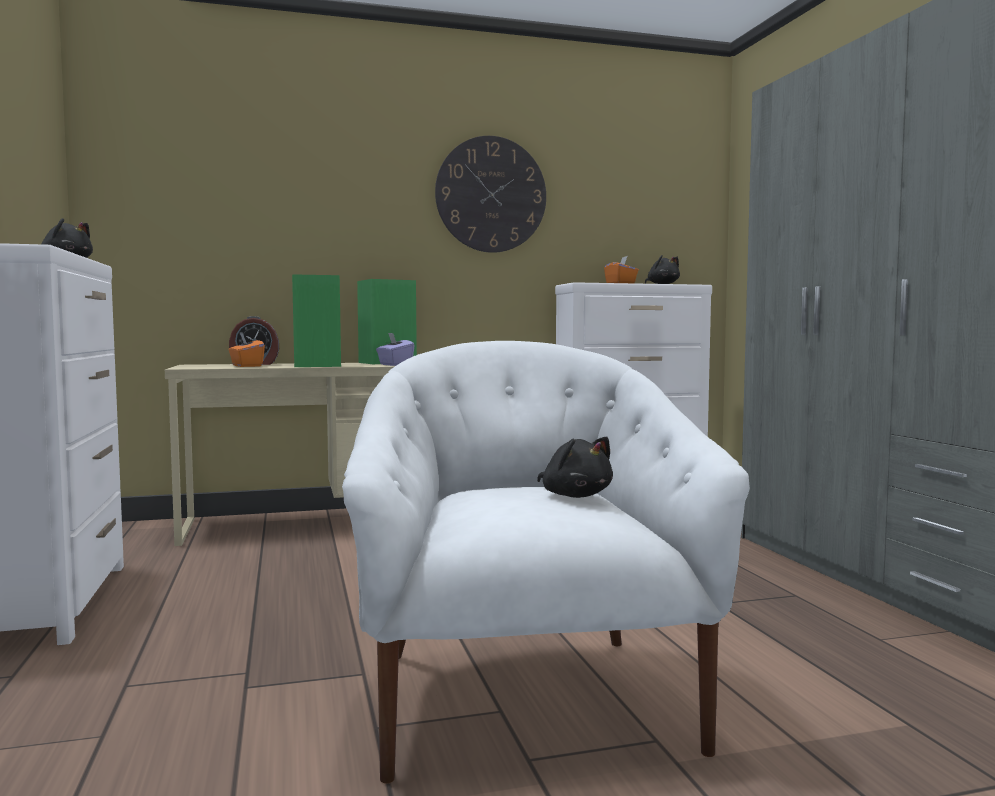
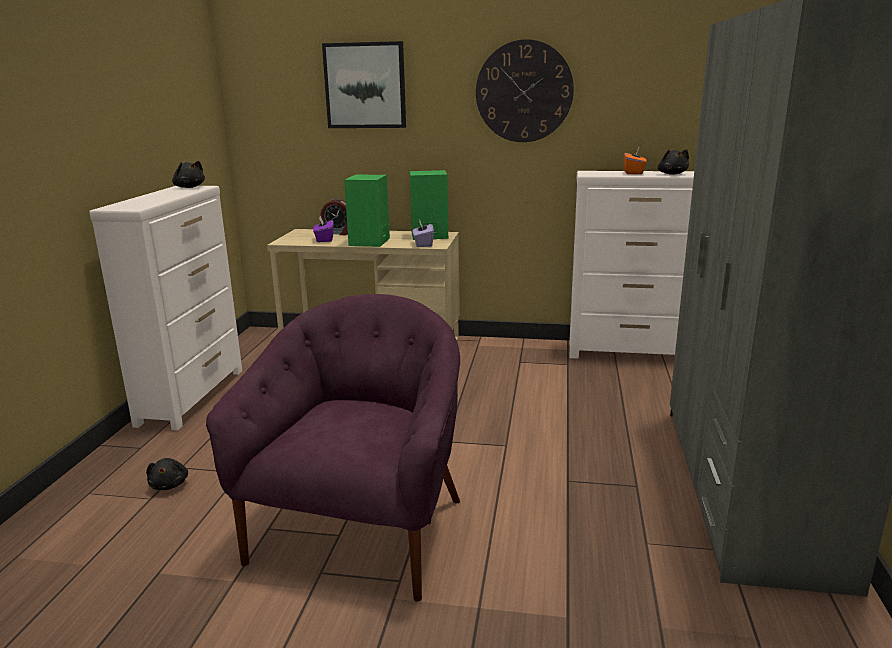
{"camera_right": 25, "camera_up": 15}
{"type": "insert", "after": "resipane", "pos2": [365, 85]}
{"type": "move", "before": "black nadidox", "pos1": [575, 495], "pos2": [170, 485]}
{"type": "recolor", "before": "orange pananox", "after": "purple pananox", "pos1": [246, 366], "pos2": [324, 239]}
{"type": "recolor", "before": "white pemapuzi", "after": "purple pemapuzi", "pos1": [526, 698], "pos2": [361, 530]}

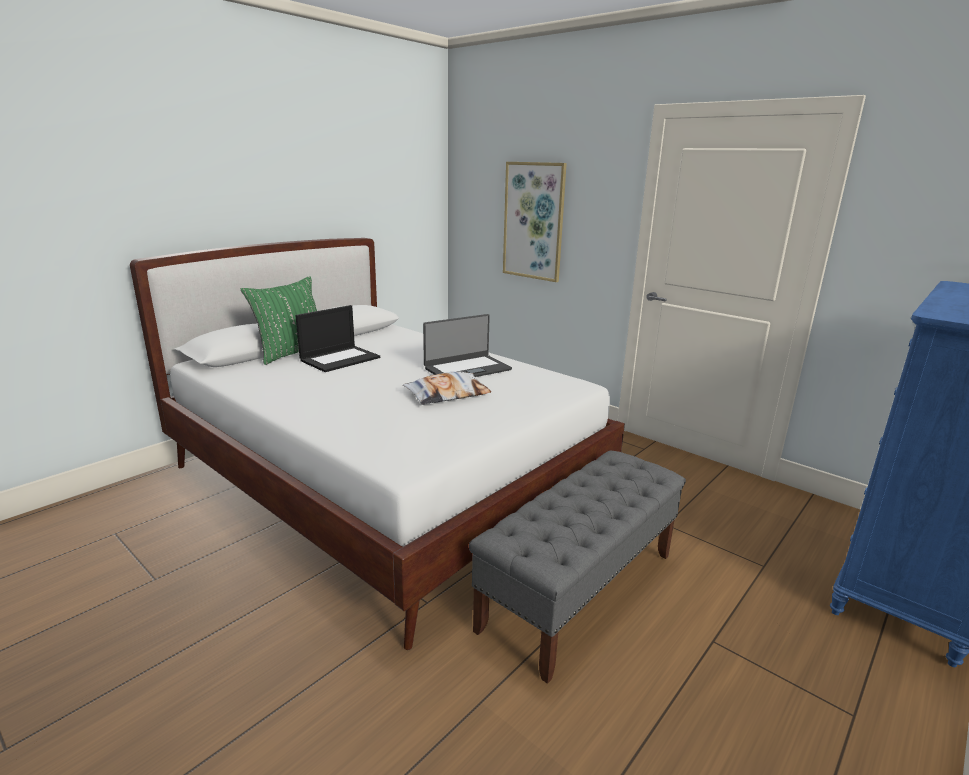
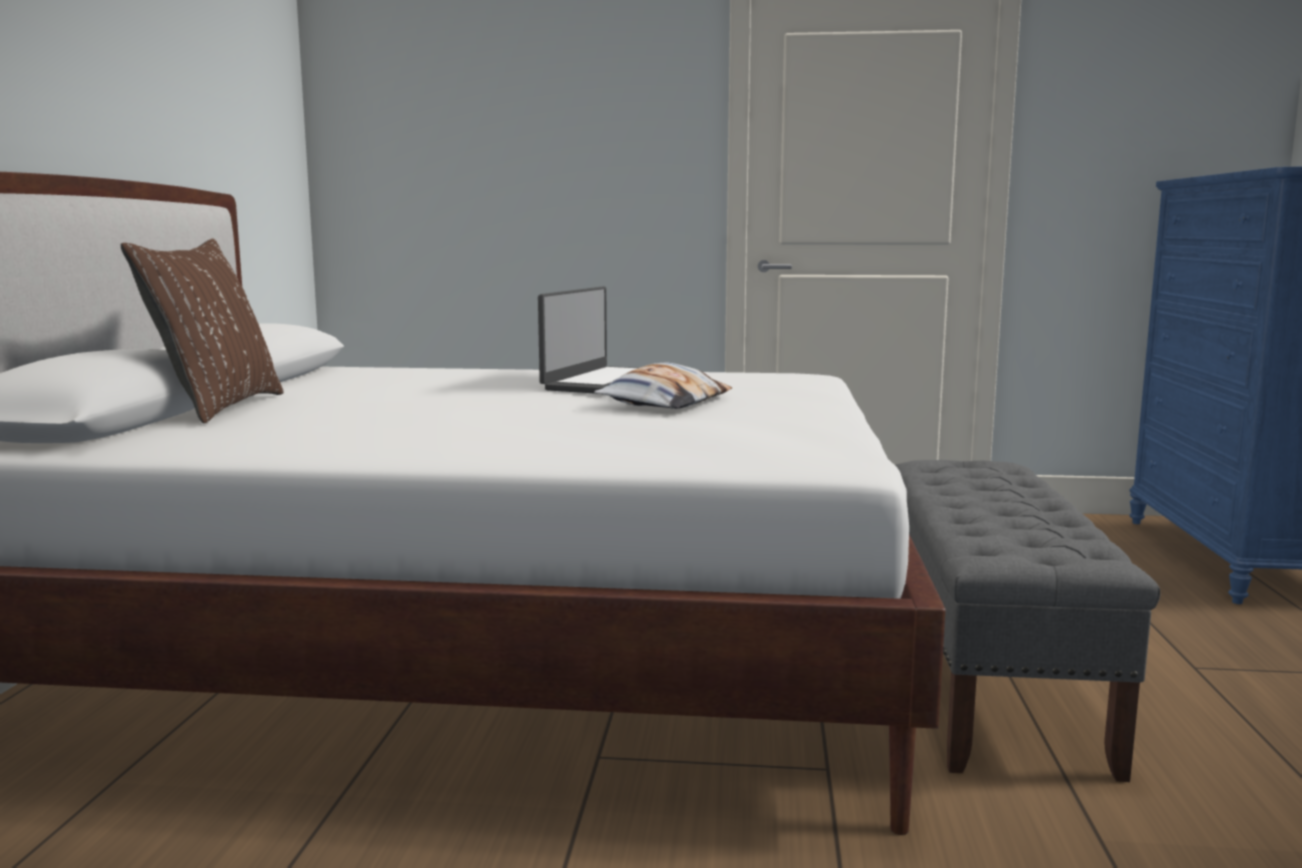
{"camera_right": -35, "camera_up": -10}
{"type": "delete", "before": "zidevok", "pos1": [340, 359]}
{"type": "delete", "before": "resipane", "pos1": [534, 221]}
{"type": "recolor", "before": "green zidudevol", "after": "brown zidudevol", "pos1": [292, 353], "pos2": [216, 408]}

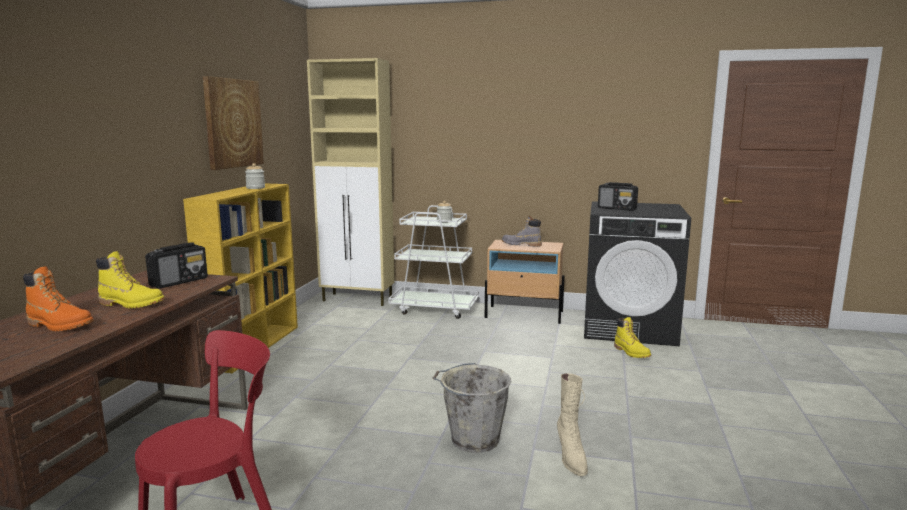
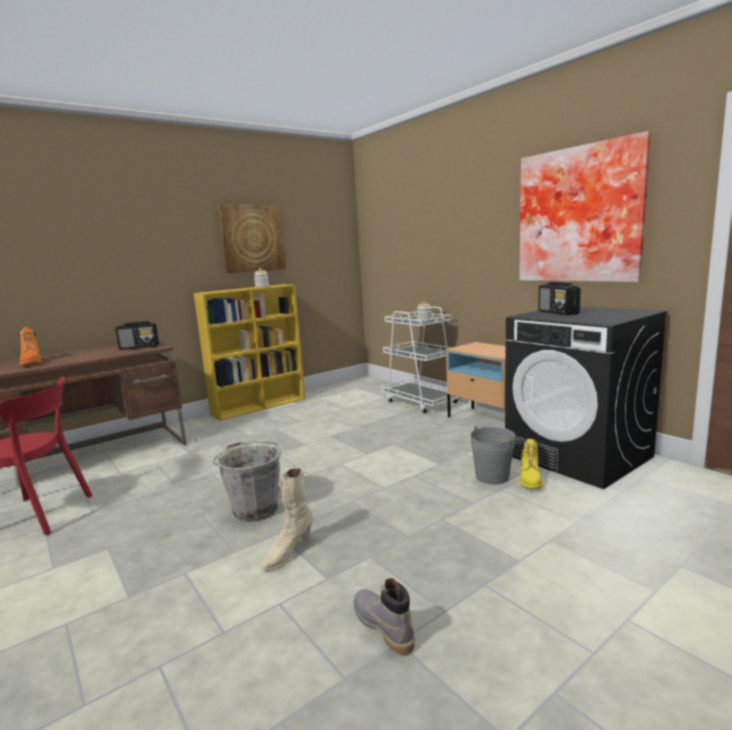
{"camera_right": 40, "camera_up": 0}
{"type": "delete", "before": "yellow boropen", "pos1": [131, 304]}
{"type": "delete", "before": "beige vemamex", "pos1": [358, 299]}
{"type": "insert", "after": "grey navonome", "pos2": [492, 476]}
{"type": "insert", "after": "resipane", "pos2": [580, 215]}
{"type": "move", "before": "grey boropen", "pos1": [521, 245], "pos2": [383, 626]}

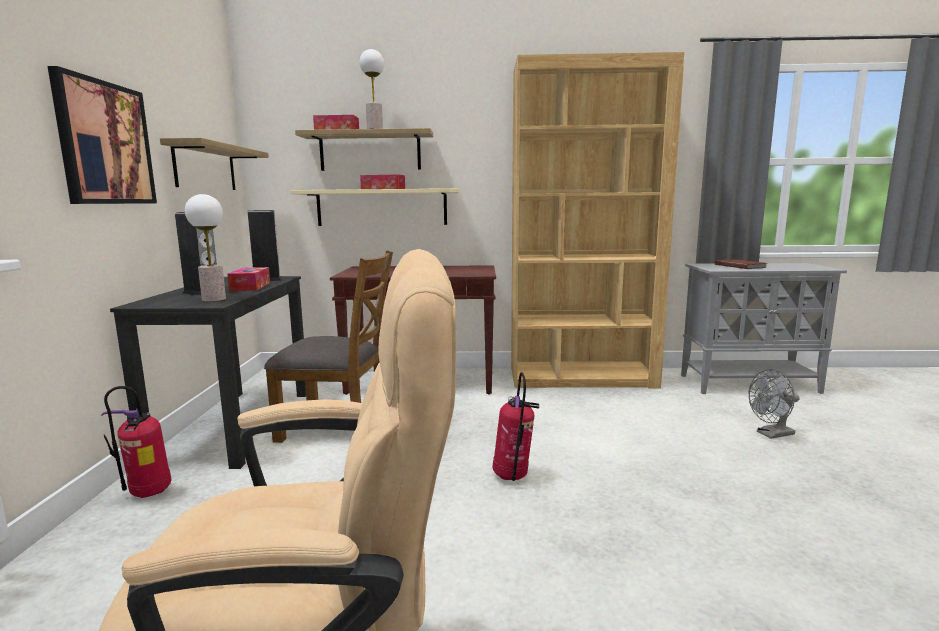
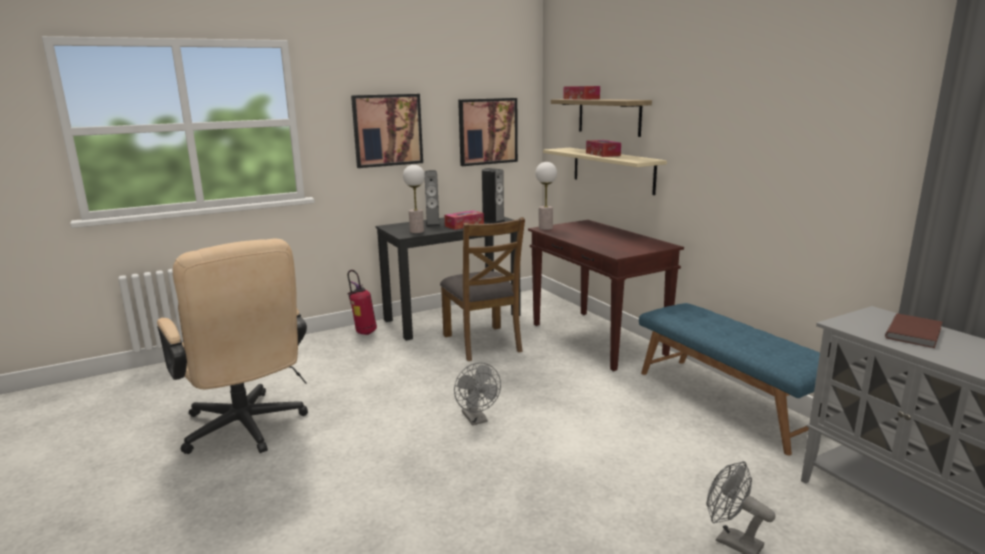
{"camera_right": 60, "camera_up": 5}
{"type": "move", "before": "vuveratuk", "pos1": [374, 130], "pos2": [545, 228]}
{"type": "replace", "before": "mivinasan", "after": "resipane", "pos1": [205, 167], "pos2": [487, 131]}
{"type": "replace", "before": "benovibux", "after": "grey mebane", "pos1": [513, 477], "pos2": [477, 419]}
{"type": "replace", "before": "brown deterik", "after": "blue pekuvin", "pos1": [582, 378], "pos2": [728, 401]}

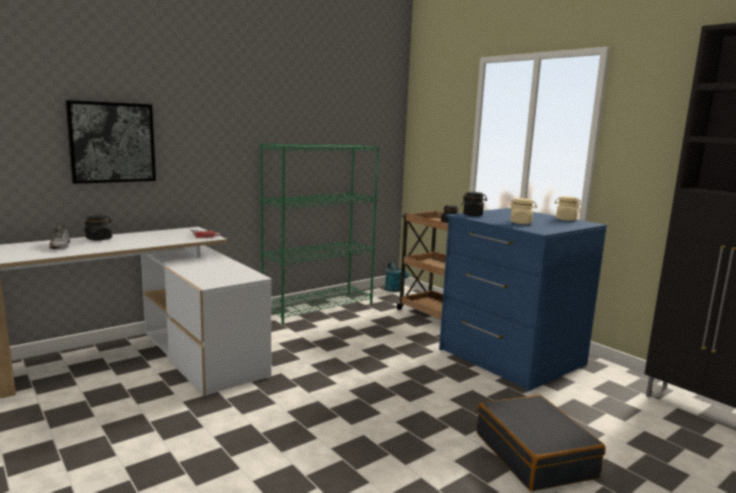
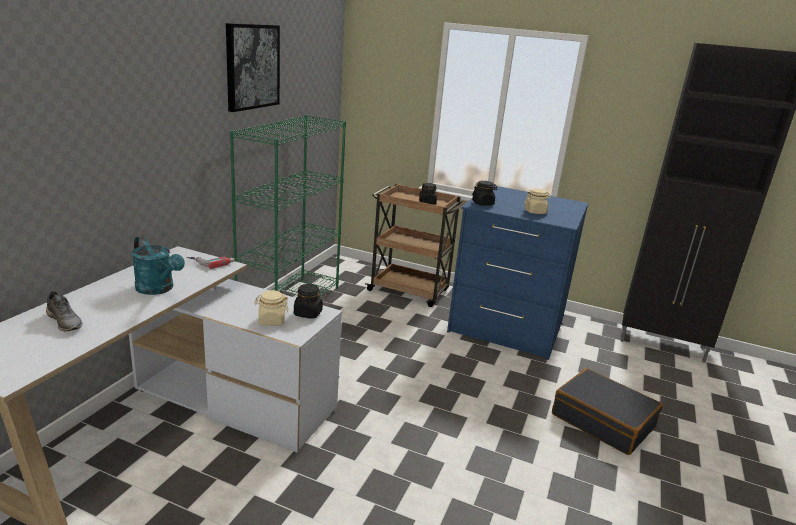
{"camera_right": -30, "camera_up": 10}
{"type": "move", "before": "resipane", "pos1": [112, 142], "pos2": [252, 66]}
{"type": "move", "before": "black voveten", "pos1": [99, 239], "pos2": [308, 313]}
{"type": "move", "before": "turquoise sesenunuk", "pos1": [395, 290], "pos2": [158, 289]}
{"type": "move", "before": "beige voveten", "pos1": [565, 219], "pos2": [271, 321]}

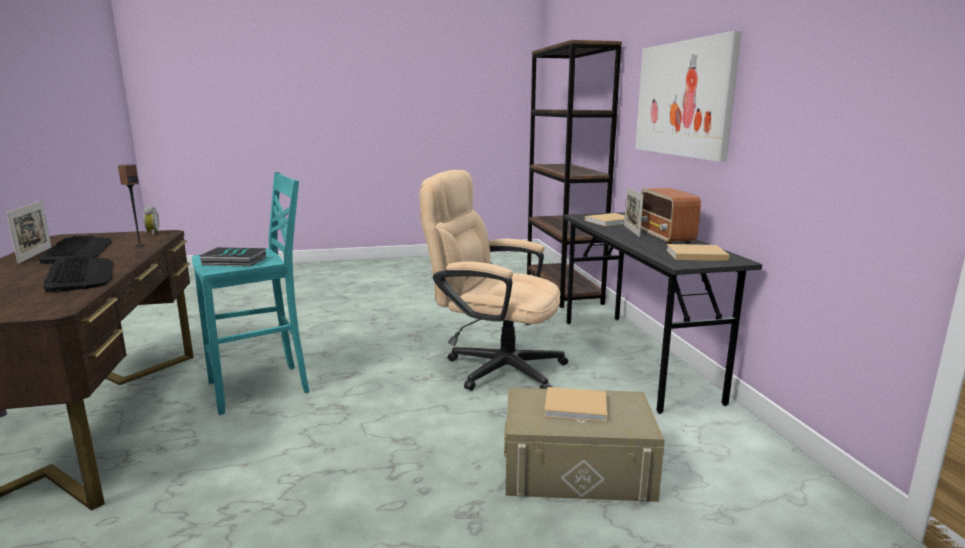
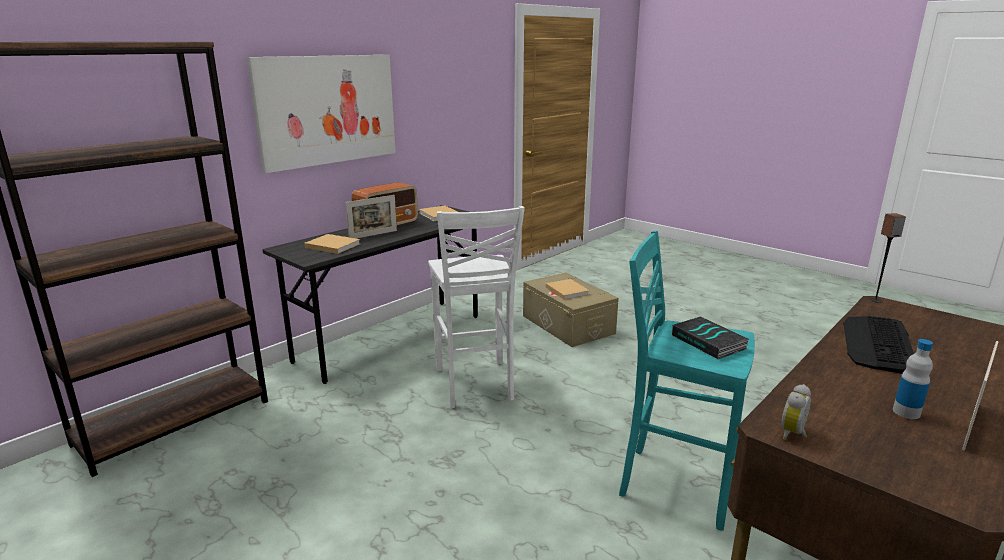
{"camera_right": -125, "camera_up": 5}
{"type": "move", "before": "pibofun", "pos1": [139, 246], "pos2": [875, 300]}
{"type": "replace", "before": "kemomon", "after": "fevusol", "pos1": [78, 251], "pos2": [906, 412]}
{"type": "replace", "before": "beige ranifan", "after": "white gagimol", "pos1": [494, 367], "pos2": [475, 385]}

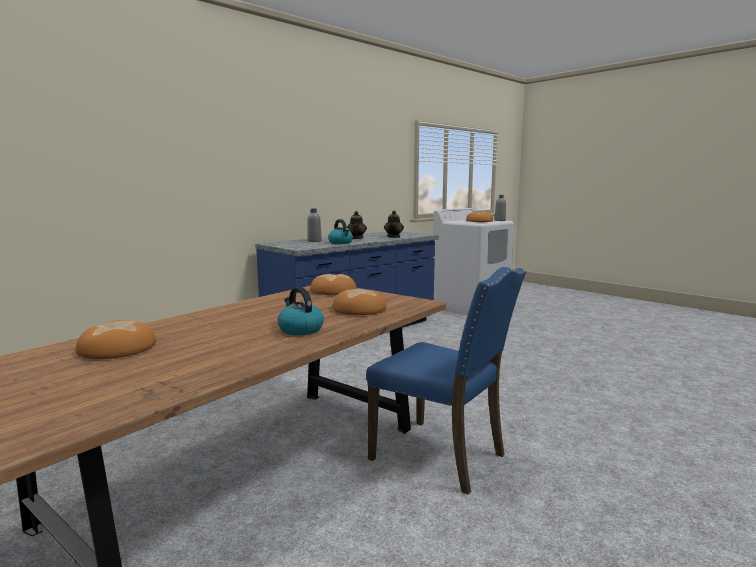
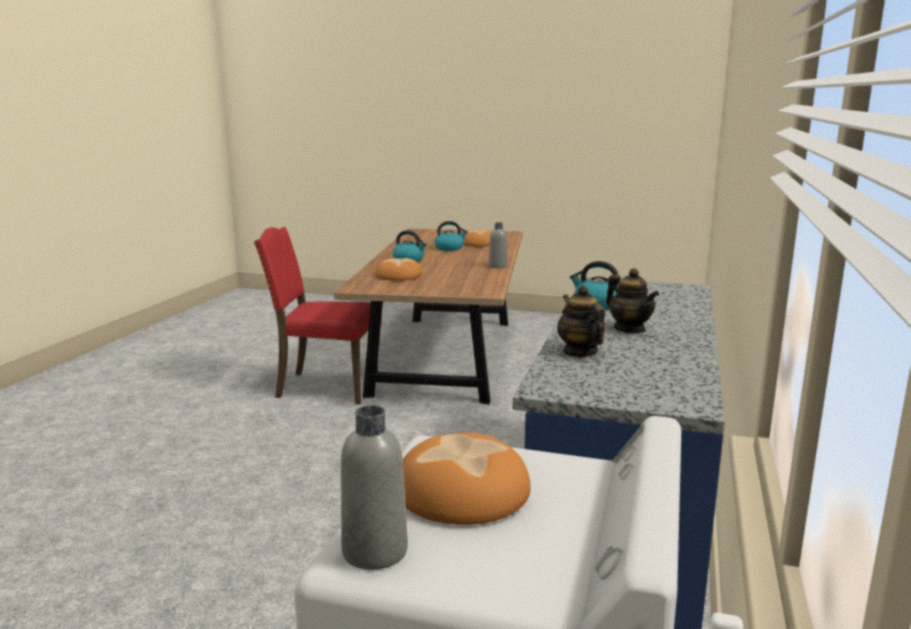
{"camera_right": 150, "camera_up": 5}
{"type": "delete", "before": "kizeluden", "pos1": [333, 291]}
{"type": "insert", "after": "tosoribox", "pos2": [449, 248]}
{"type": "move", "before": "grey fevusol", "pos1": [314, 241], "pos2": [498, 266]}
{"type": "recolor", "before": "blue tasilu", "after": "red tasilu", "pos1": [441, 456], "pos2": [325, 387]}

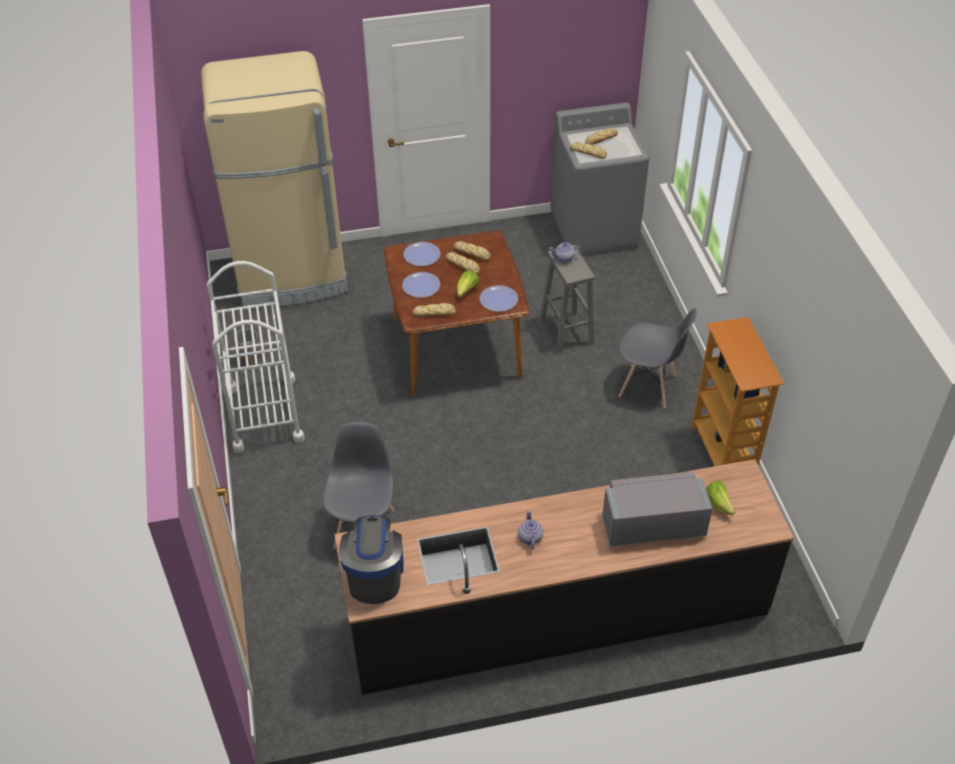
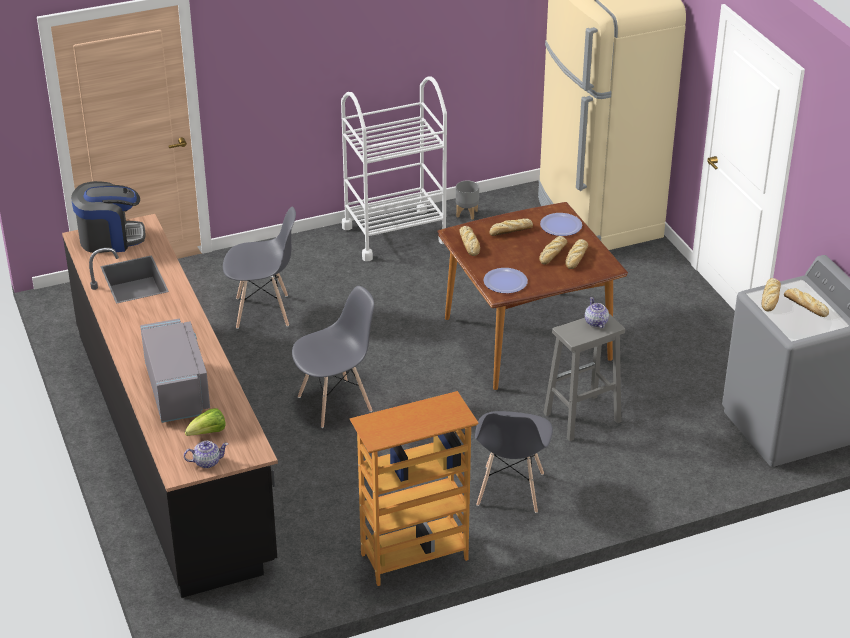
{"camera_right": 80, "camera_up": -10}
{"type": "delete", "before": "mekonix", "pos1": [466, 291]}
{"type": "insert", "after": "grey tasilu", "pos2": [335, 403]}
{"type": "move", "before": "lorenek", "pos1": [530, 538], "pos2": [206, 462]}
{"type": "replace", "before": "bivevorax", "after": "kizeluden", "pos1": [421, 286], "pos2": [510, 231]}

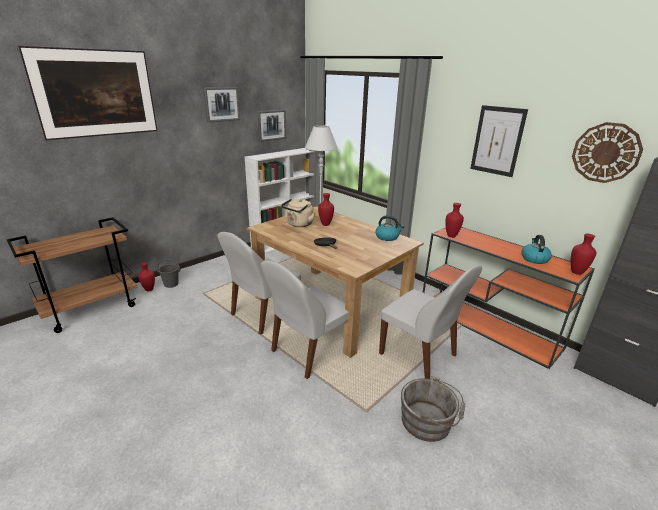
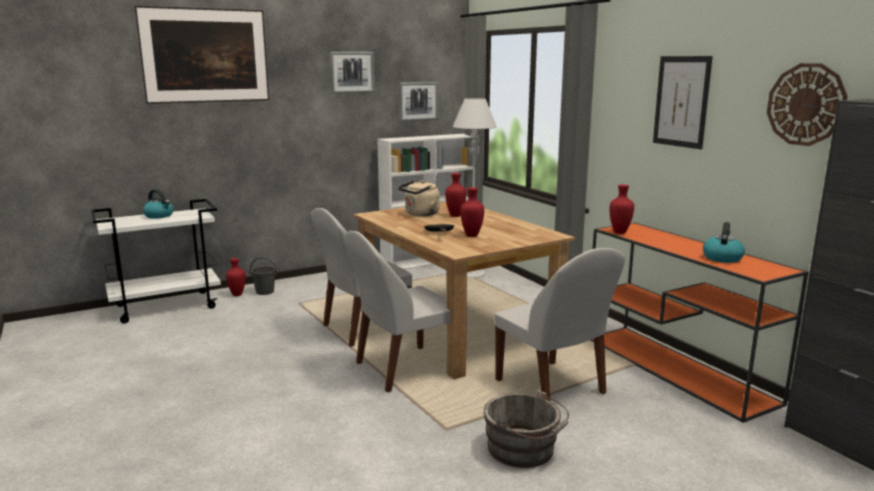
{"camera_right": 15, "camera_up": -10}
{"type": "move", "before": "tosoribox", "pos1": [387, 237], "pos2": [159, 216]}
{"type": "move", "before": "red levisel", "pos1": [576, 272], "pos2": [471, 235]}
{"type": "recolor", "before": "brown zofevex", "after": "white zofevex", "pos1": [92, 309], "pos2": [167, 306]}

